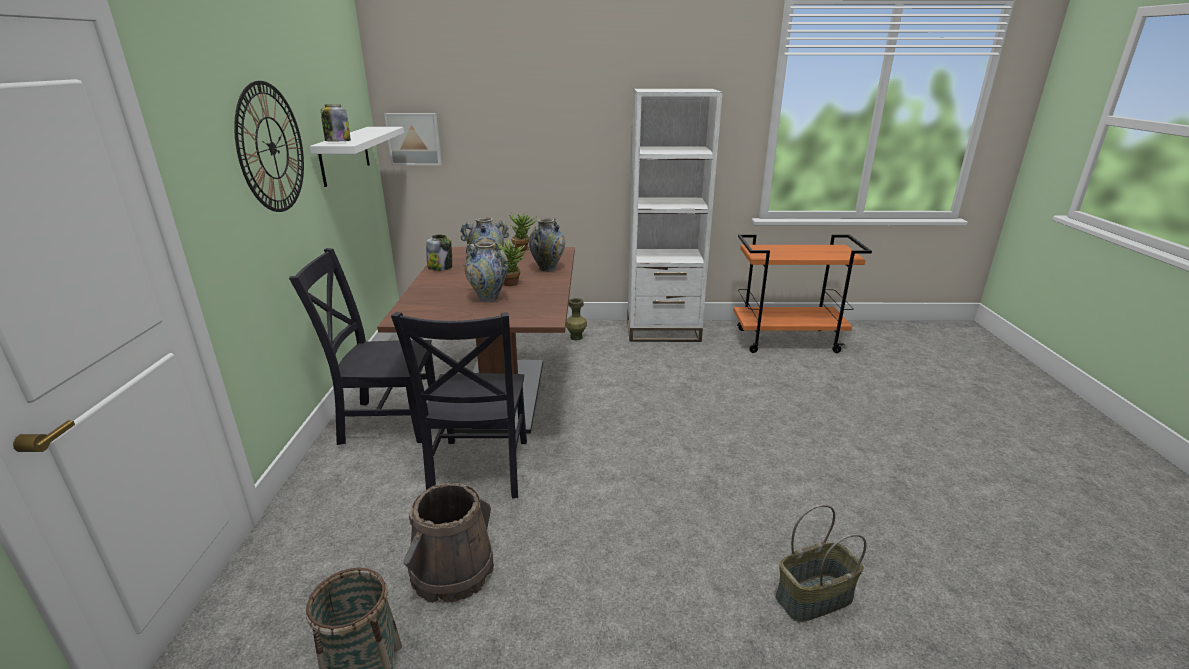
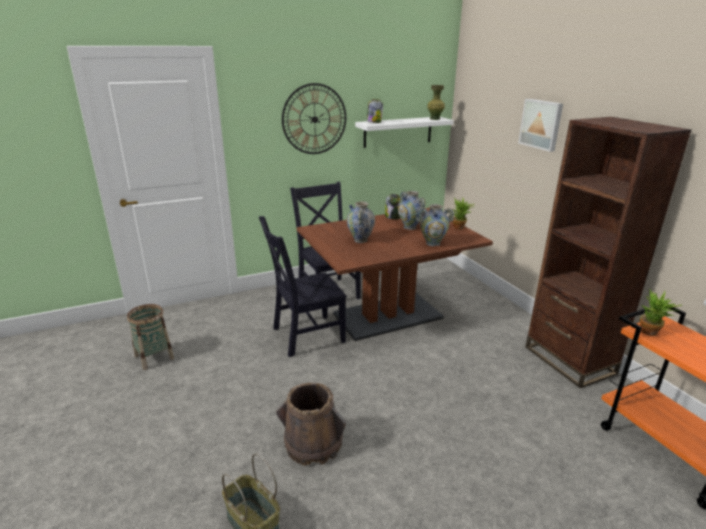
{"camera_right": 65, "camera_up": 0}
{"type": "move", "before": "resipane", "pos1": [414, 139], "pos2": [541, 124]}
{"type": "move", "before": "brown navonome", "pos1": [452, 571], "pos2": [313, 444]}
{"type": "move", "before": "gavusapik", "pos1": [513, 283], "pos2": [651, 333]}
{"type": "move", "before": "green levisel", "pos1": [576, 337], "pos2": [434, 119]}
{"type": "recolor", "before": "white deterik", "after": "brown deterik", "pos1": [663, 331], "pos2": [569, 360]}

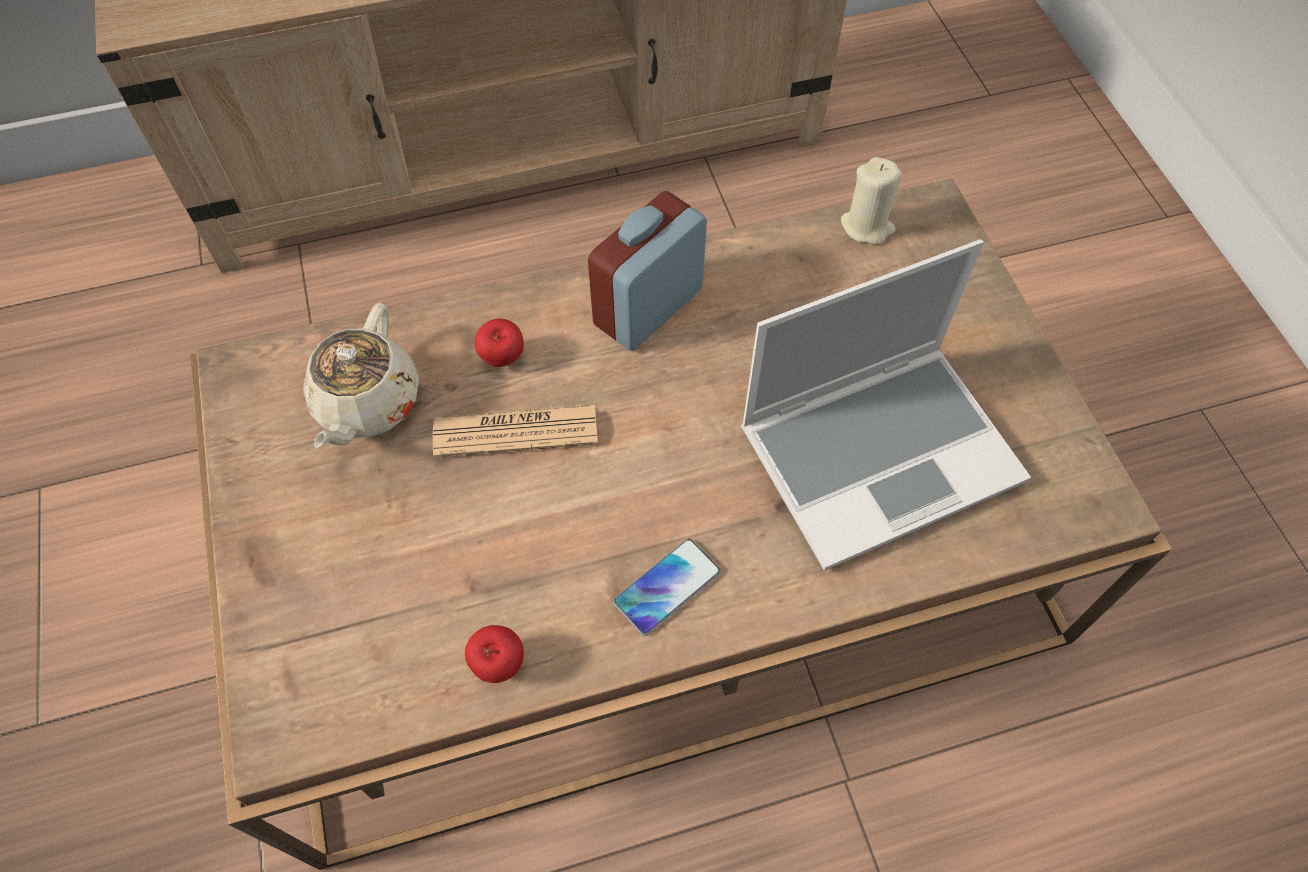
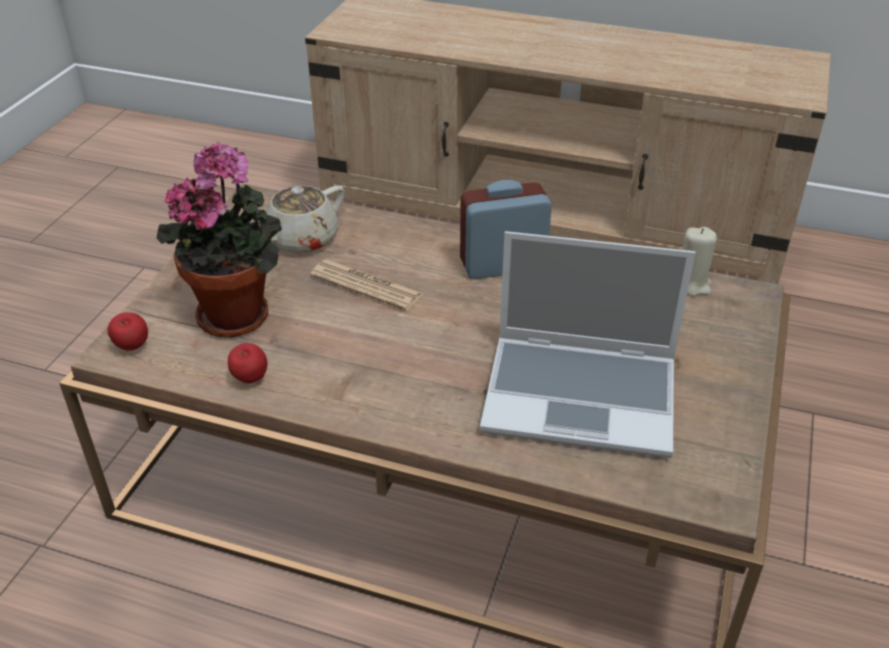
{"camera_right": 35, "camera_up": -20}
{"type": "delete", "before": "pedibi", "pos1": [667, 587]}
{"type": "insert", "after": "gavusapik", "pos2": [238, 313]}
{"type": "move", "before": "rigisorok", "pos1": [503, 359], "pos2": [132, 348]}

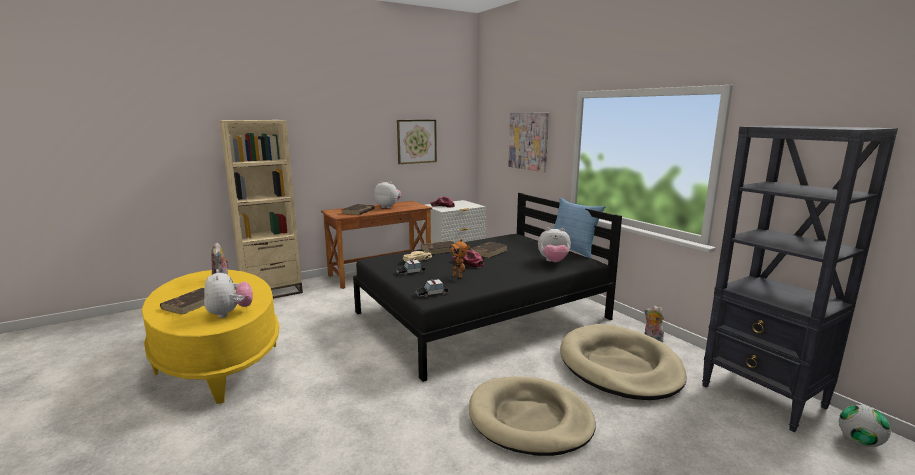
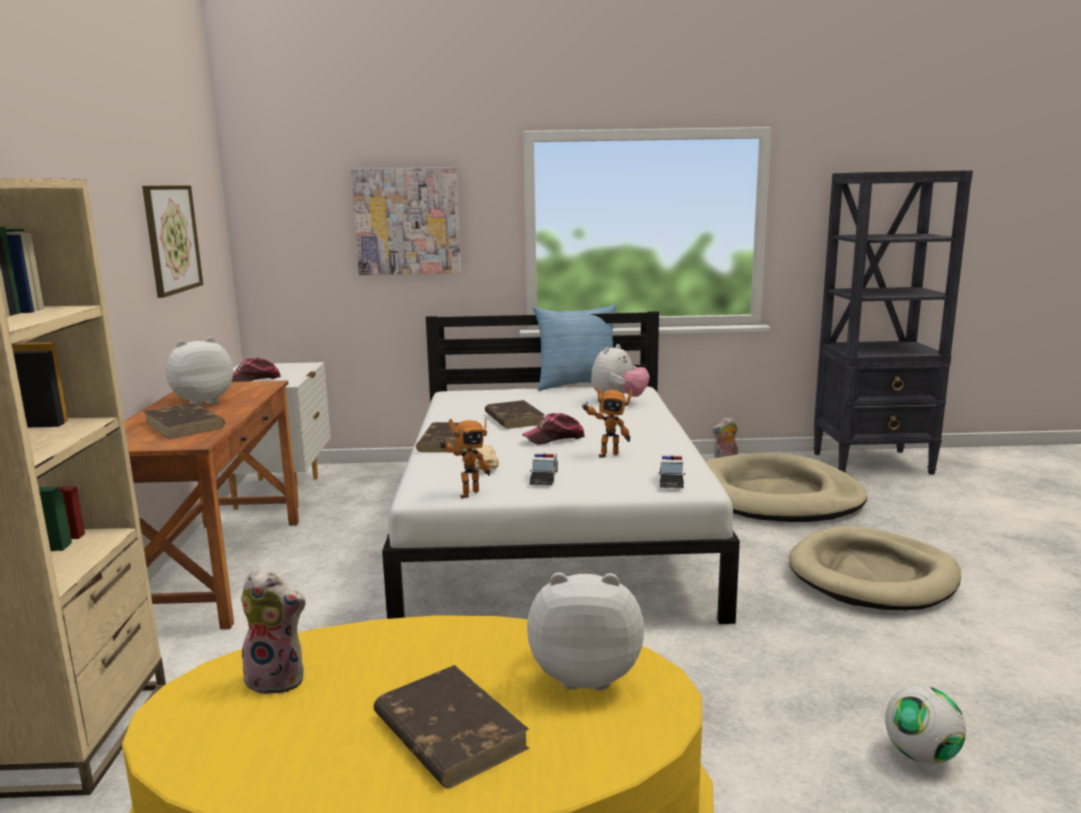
{"camera_right": -60, "camera_up": 0}
{"type": "insert", "after": "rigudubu", "pos2": [467, 494]}
{"type": "move", "before": "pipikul", "pos1": [859, 442], "pos2": [920, 755]}
{"type": "recolor", "before": "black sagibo", "after": "white sagibo", "pos1": [481, 315], "pos2": [552, 530]}

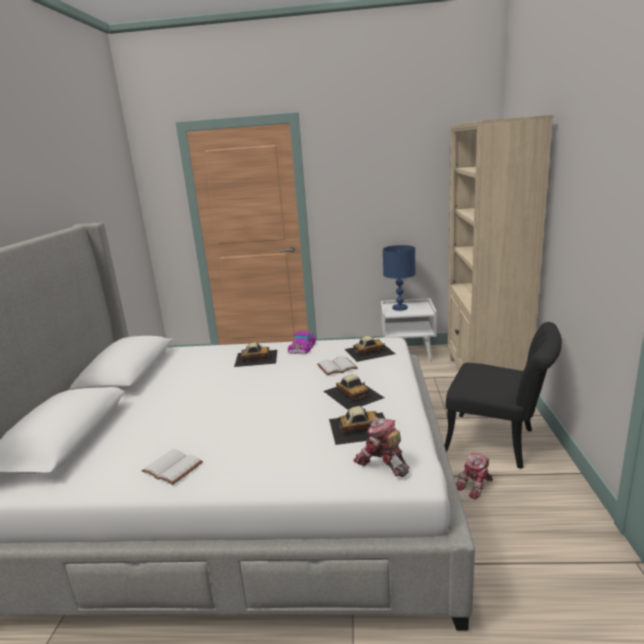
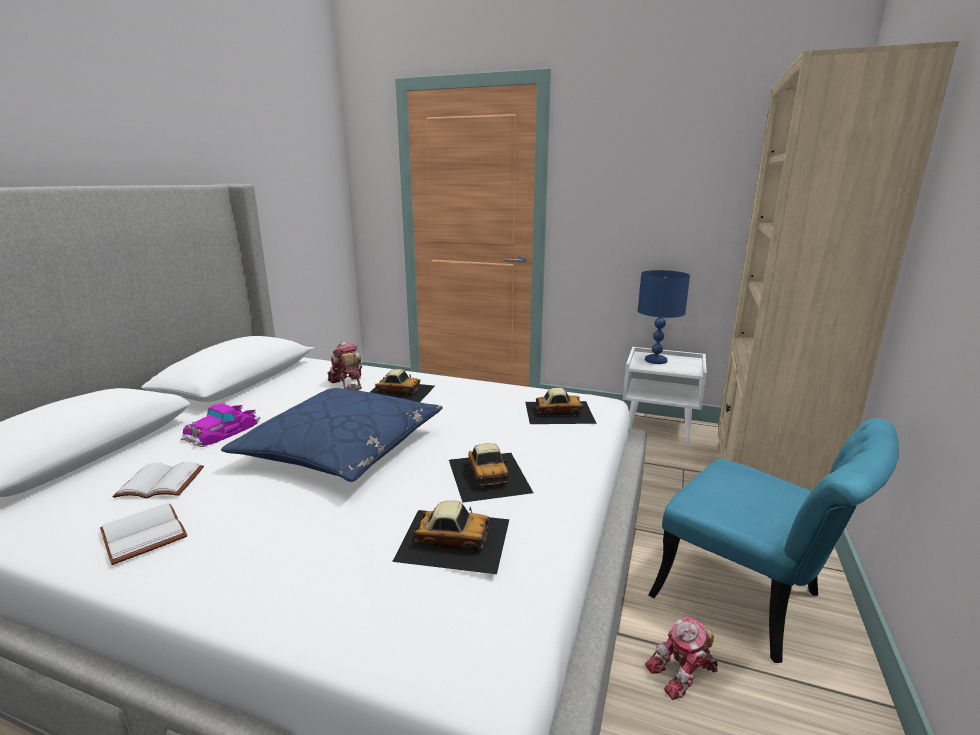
{"camera_right": 15, "camera_up": 0}
{"type": "insert", "after": "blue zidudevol", "pos2": [342, 448]}
{"type": "move", "before": "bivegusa", "pos1": [302, 347], "pos2": [222, 431]}
{"type": "move", "before": "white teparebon", "pos1": [337, 368], "pos2": [158, 484]}
{"type": "move", "before": "rigudubu", "pos1": [382, 463], "pos2": [347, 384]}
{"type": "recolor", "before": "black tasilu", "after": "turquoise tasilu", "pos1": [499, 443], "pos2": [753, 603]}

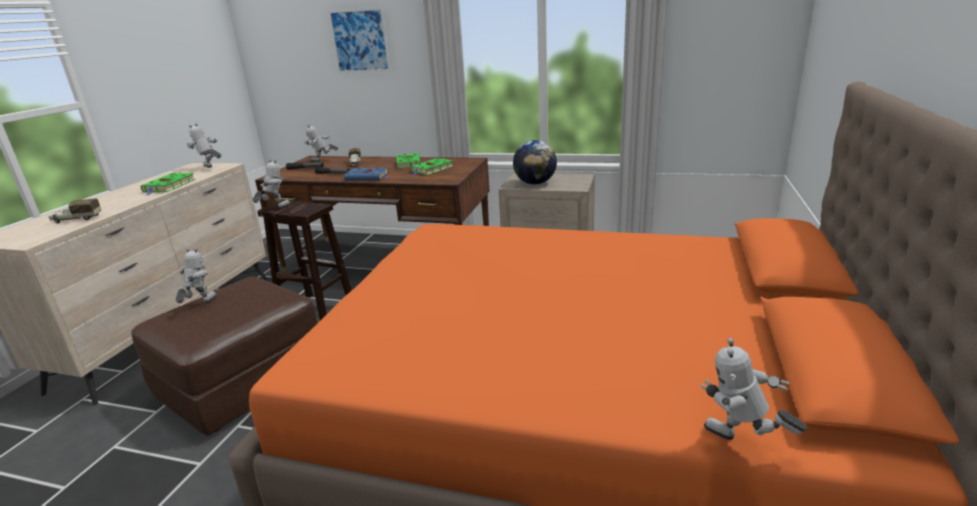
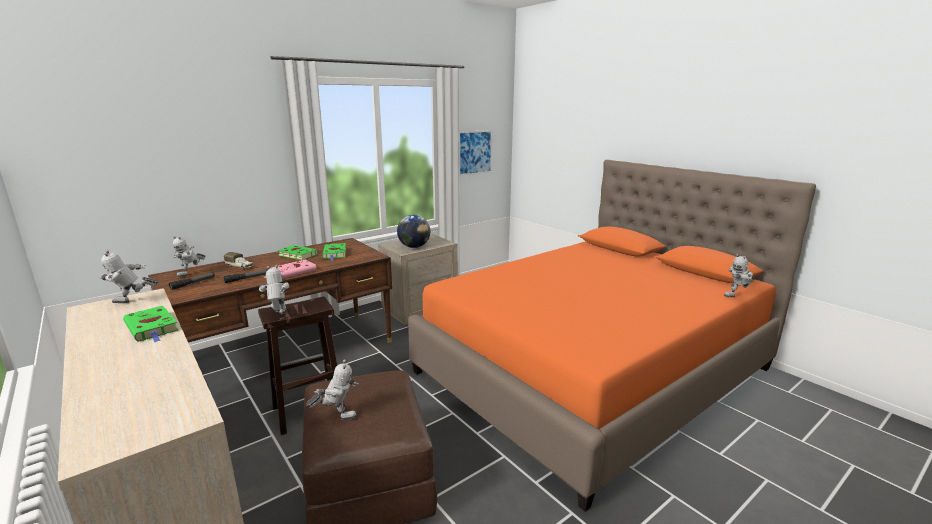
{"camera_right": -55, "camera_up": -5}
{"type": "delete", "before": "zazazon", "pos1": [76, 219]}
{"type": "move", "before": "resipane", "pos1": [360, 41], "pos2": [475, 152]}
{"type": "recolor", "before": "blue teparebon", "after": "pink teparebon", "pos1": [368, 177], "pos2": [295, 271]}
{"type": "rotate", "before": "rigudubu", "pos1": [200, 305], "pos2": [337, 417], "turn": 120}

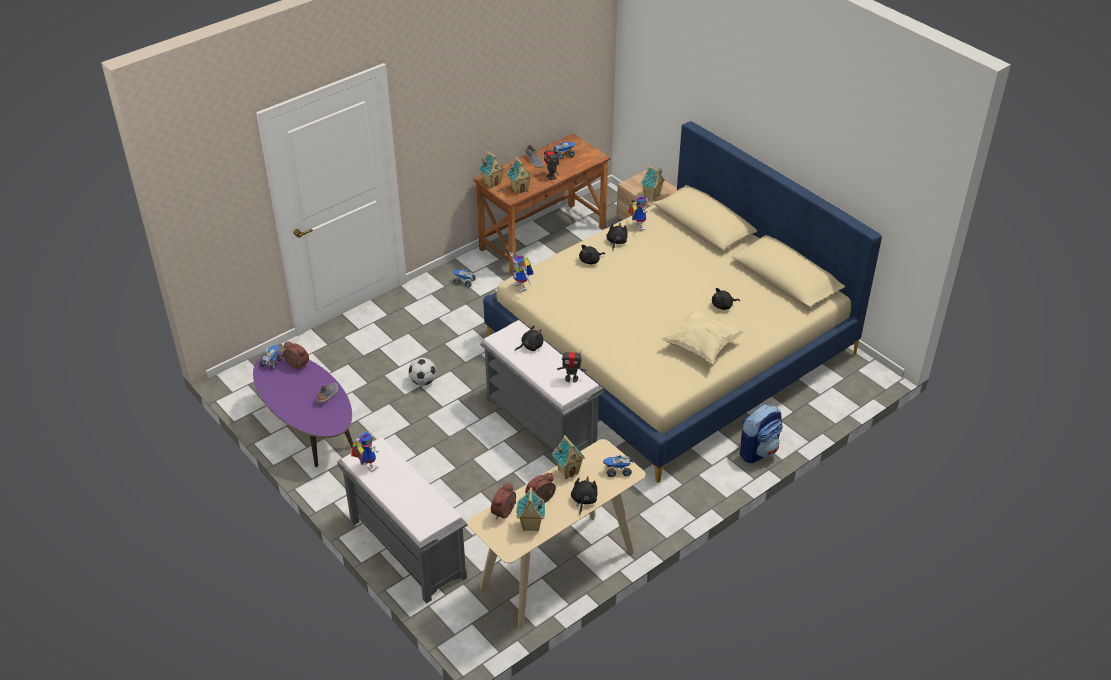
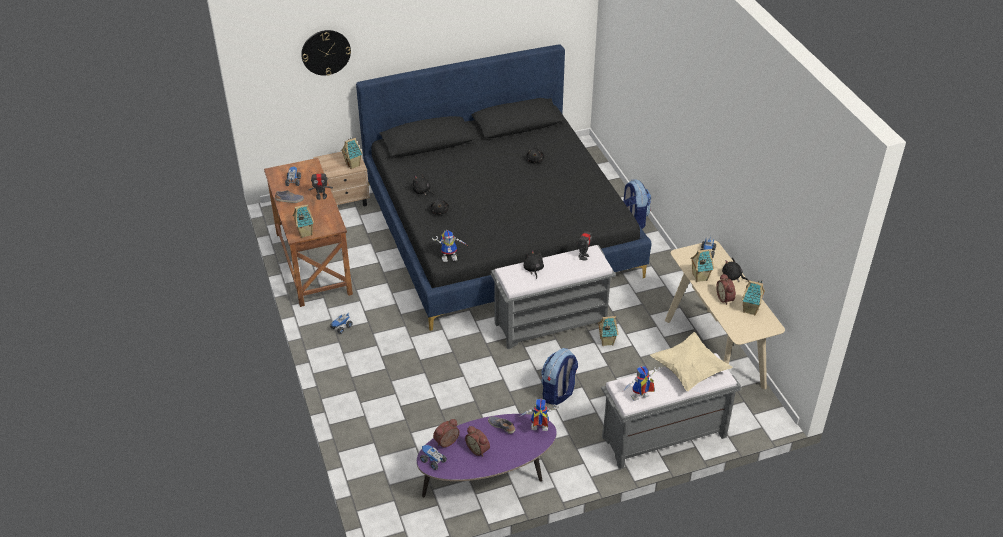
{"camera_right": -70, "camera_up": 0}
{"type": "delete", "before": "pipikul", "pos1": [423, 381]}
{"type": "insert", "after": "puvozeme", "pos2": [326, 52]}
{"type": "insert", "after": "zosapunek", "pos2": [558, 393]}
{"type": "move", "before": "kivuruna", "pos1": [505, 512], "pos2": [478, 449]}
{"type": "move", "before": "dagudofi", "pos1": [519, 189], "pos2": [606, 341]}
{"type": "move", "before": "rigudubu", "pos1": [637, 226], "pos2": [538, 429]}
{"type": "move", "before": "beige zidudevol", "pos1": [701, 346], "pos2": [689, 370]}
{"type": "recolor", "before": "beige sagibo", "after": "black sagibo", "pos1": [671, 346], "pos2": [499, 229]}

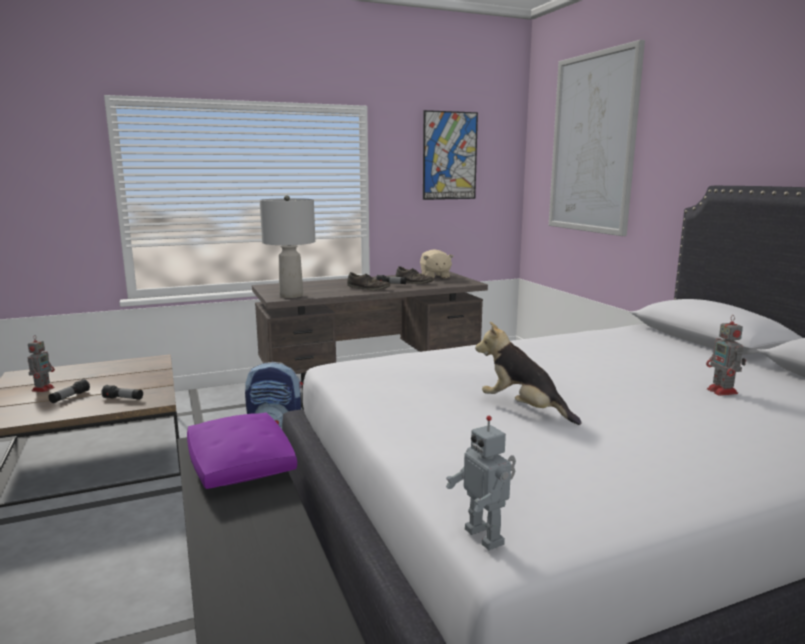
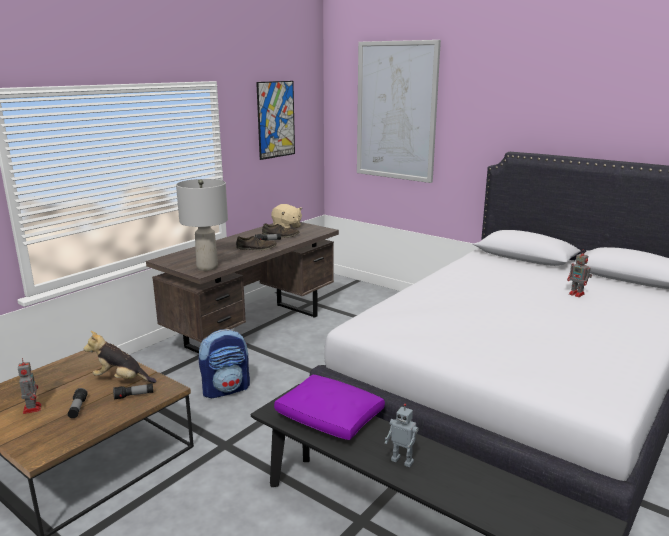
{"camera_right": -30, "camera_up": 5}
{"type": "move", "before": "rigudubu", "pos1": [486, 536], "pos2": [402, 460]}
{"type": "move", "before": "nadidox", "pos1": [523, 409], "pos2": [121, 379]}

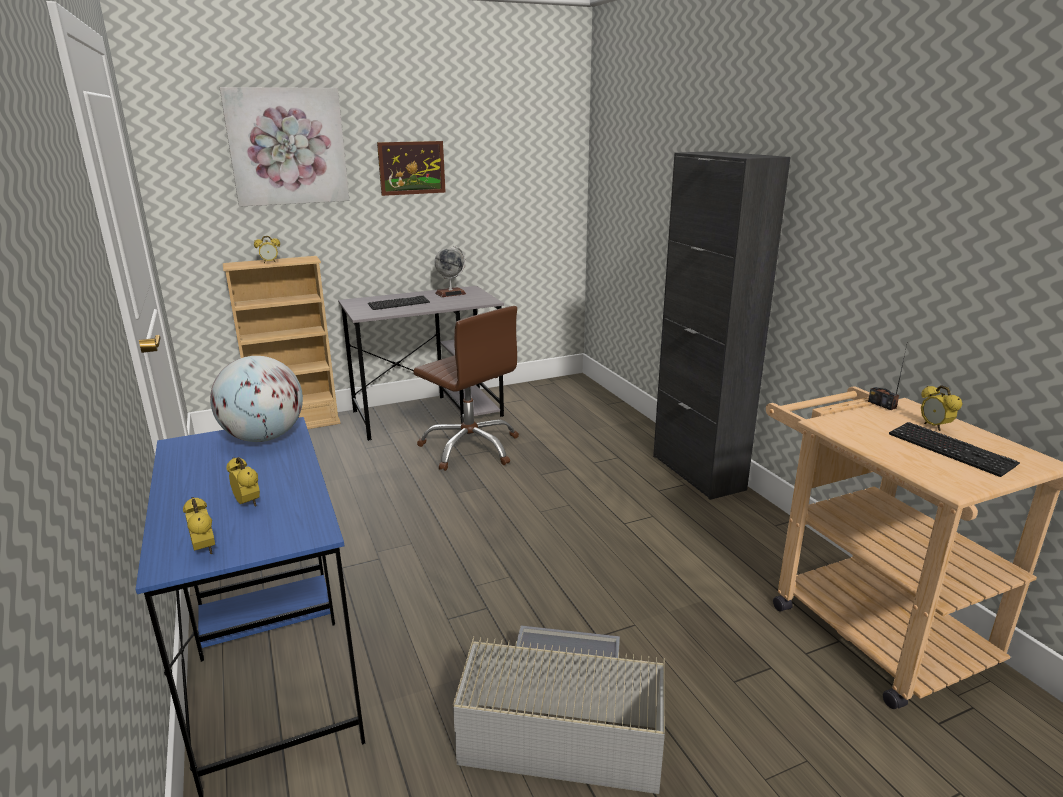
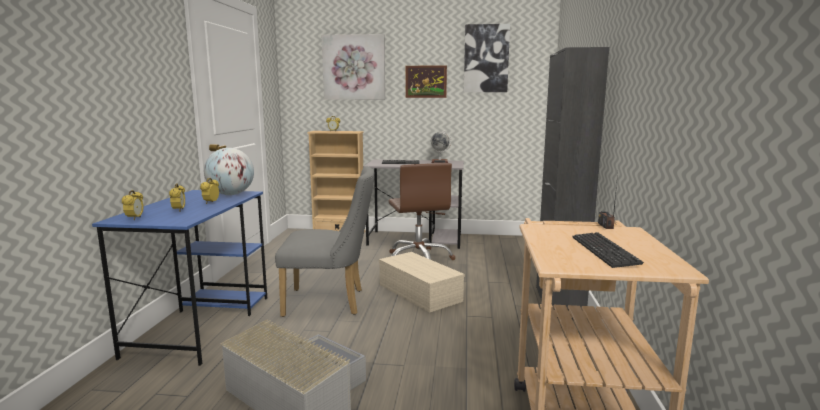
{"camera_right": 30, "camera_up": -10}
{"type": "insert", "after": "grey tasilu", "pos2": [331, 302]}
{"type": "insert", "after": "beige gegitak", "pos2": [421, 293]}
{"type": "insert", "after": "resipane", "pos2": [486, 58]}
{"type": "move", "before": "kivuruna", "pos1": [934, 427], "pos2": [211, 203]}

